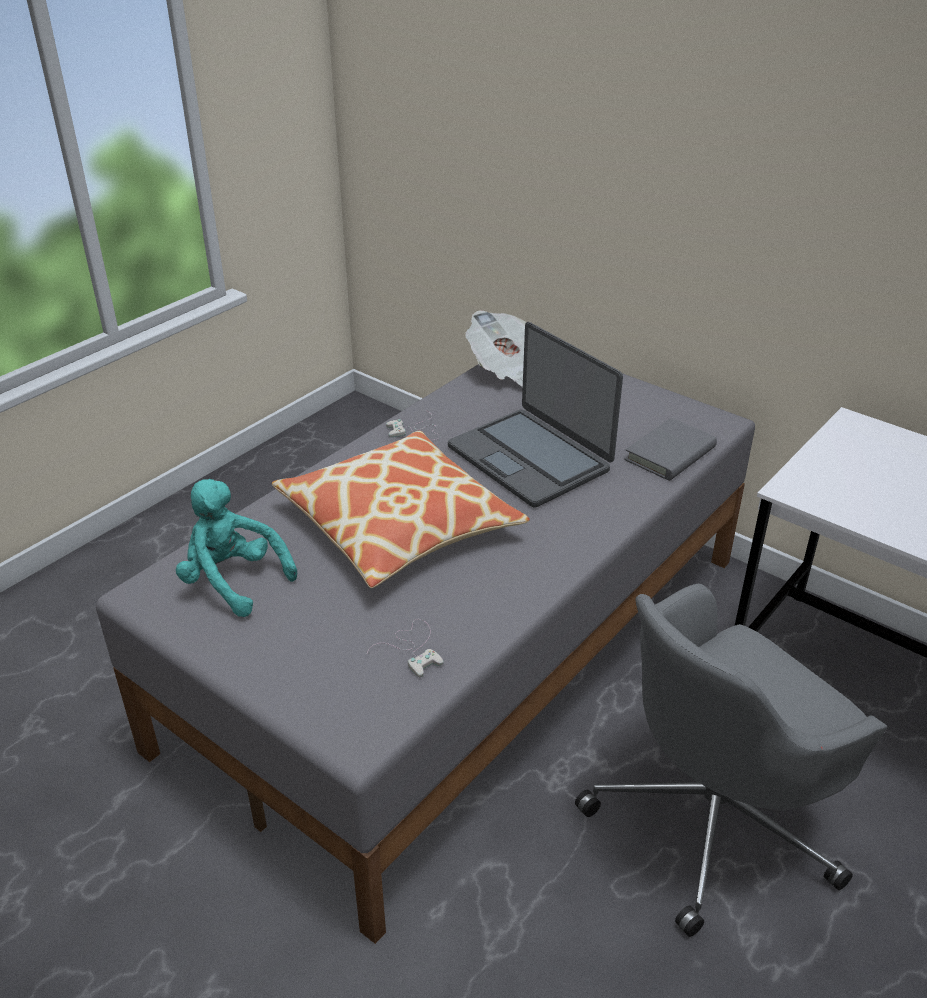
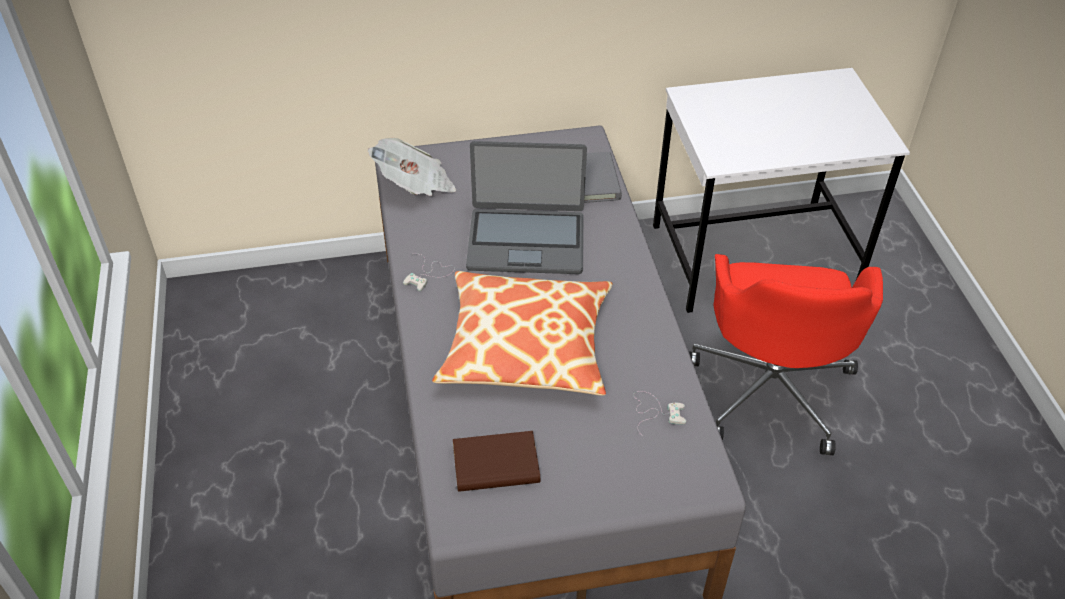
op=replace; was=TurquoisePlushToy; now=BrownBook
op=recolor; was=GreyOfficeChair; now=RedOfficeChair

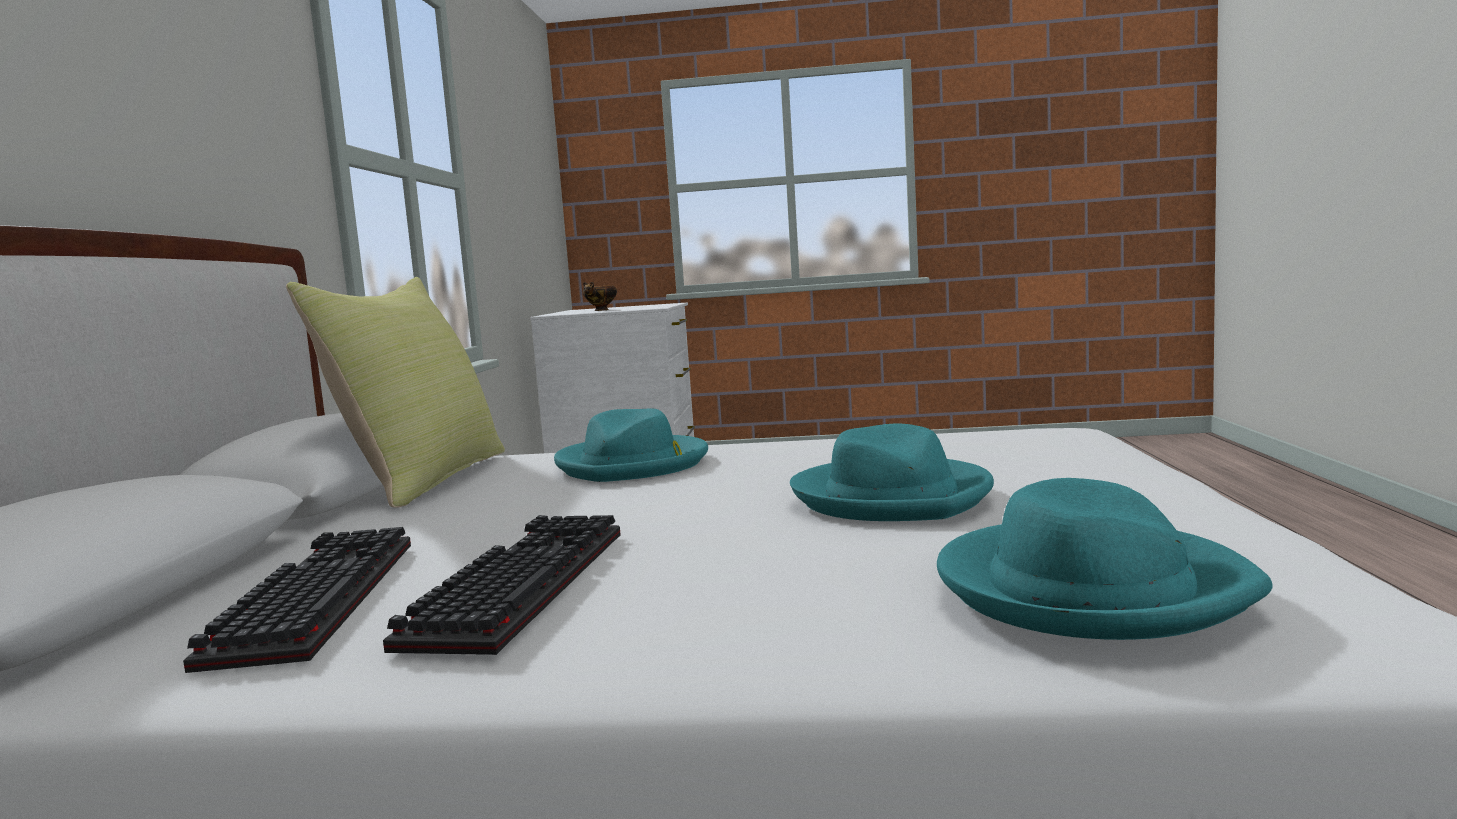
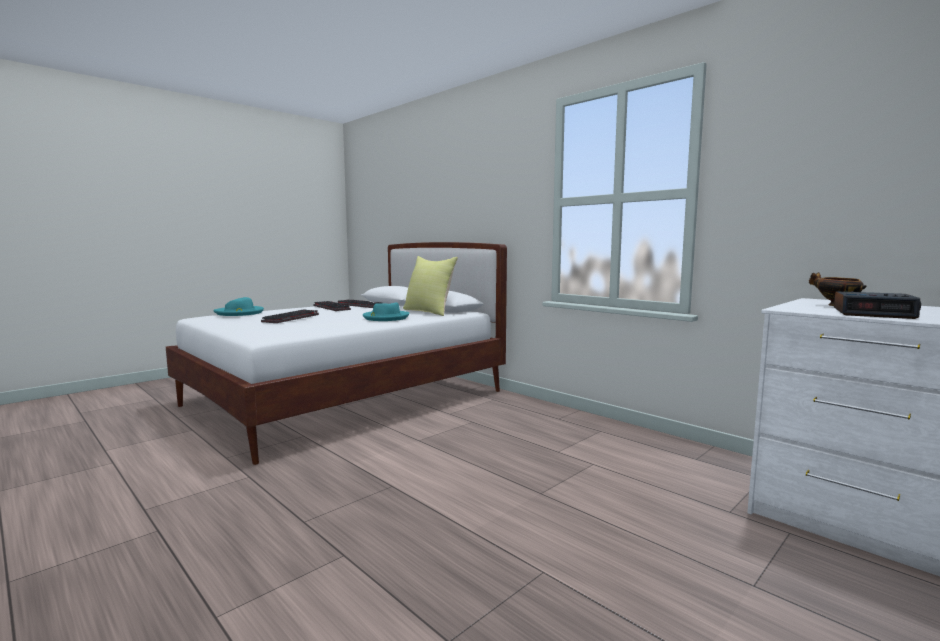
op=replace; was=TurquoiseHat (2nd from left); now=Keyboard (1st from left)
op=insert; now=AlarmClock

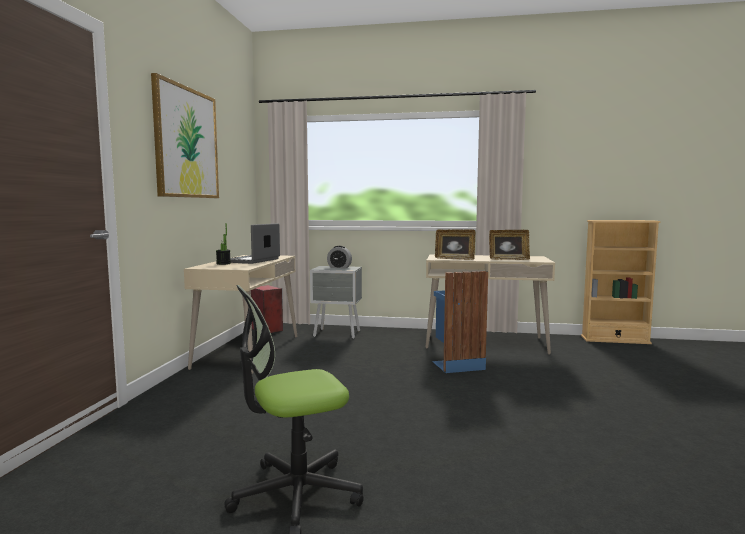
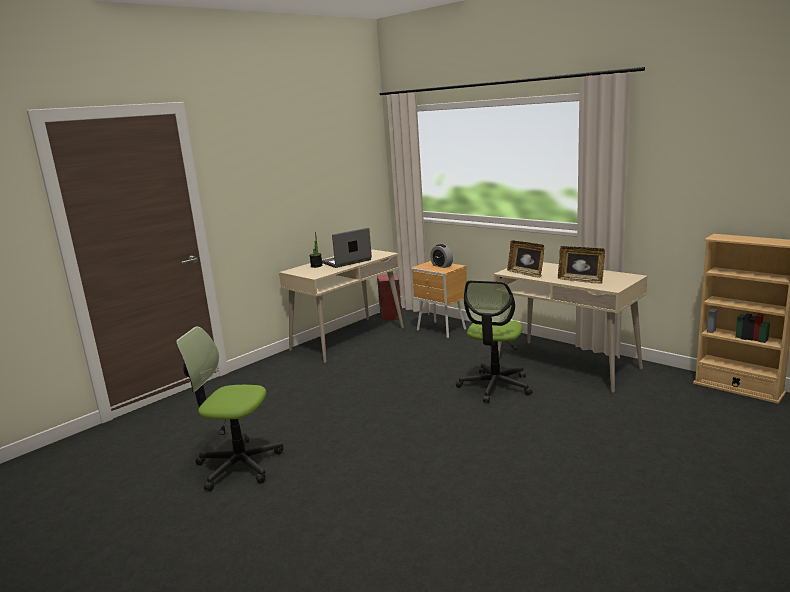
op=recolor; was=GreyNightstand; now=BrownNightstand
op=replace; was=BlueTrashCan; now=OfficeChair (2nd from left)
op=delete; was=Picture

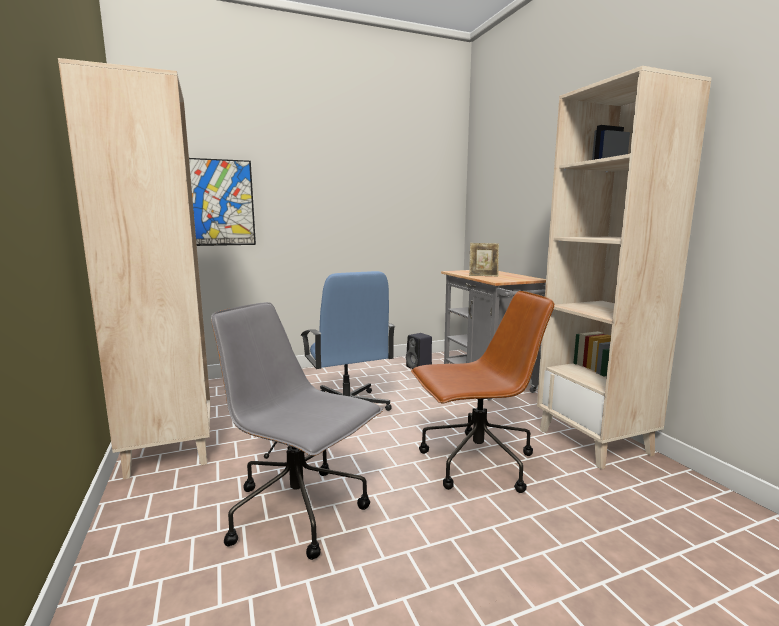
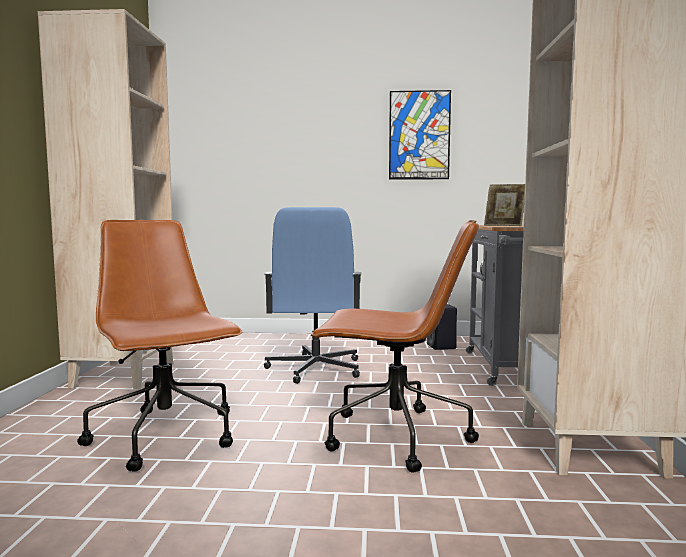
op=recolor; was=GreyOfficeChair; now=BrownOfficeChair (1st from left)
op=move; was=Picture

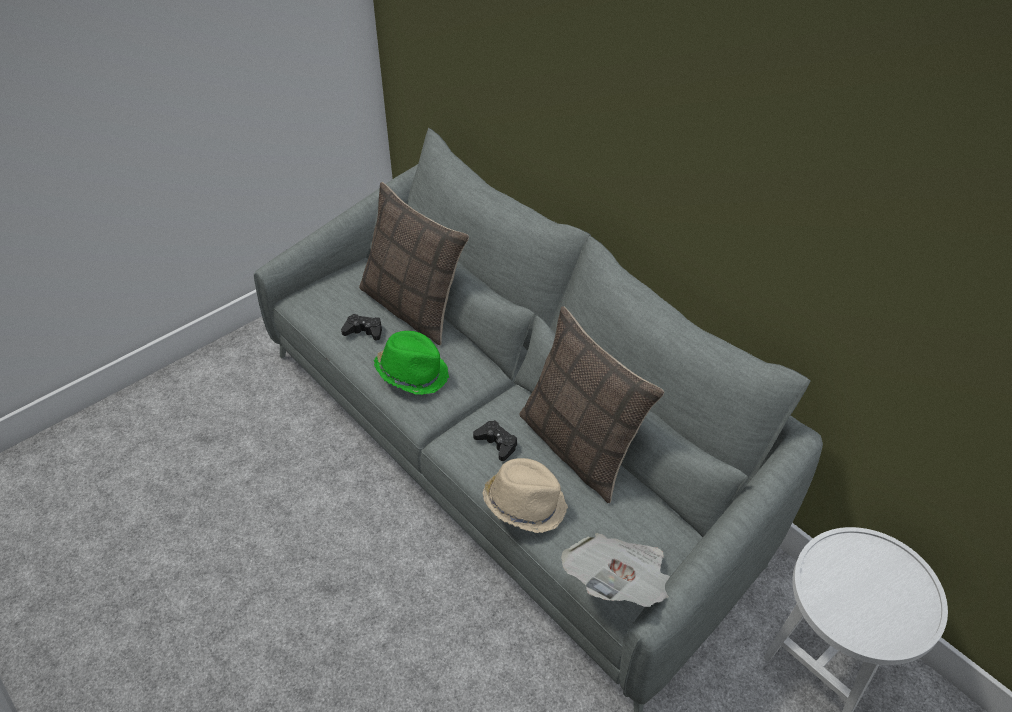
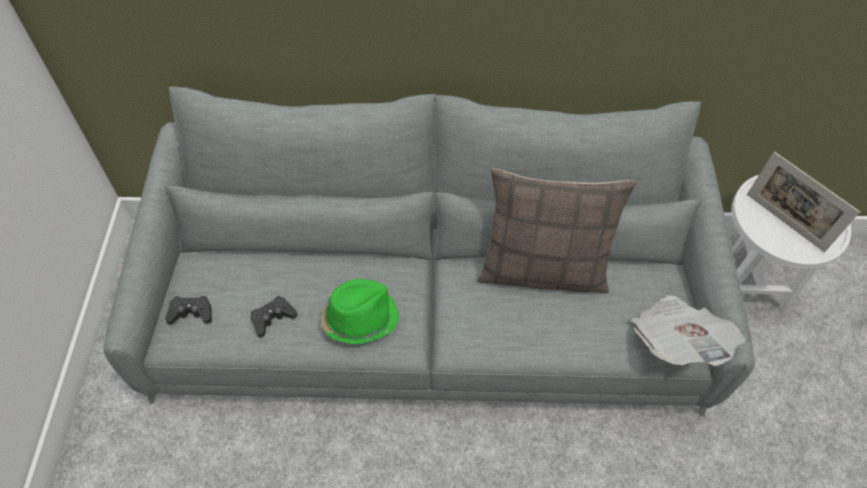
op=move; was=BlackGameController (2nd from left in the first image); now=BlackGameController (1st from left)
op=insert; now=PictureFrame
op=delete; was=Pillow (1st from left)
op=delete; was=BeigeHat

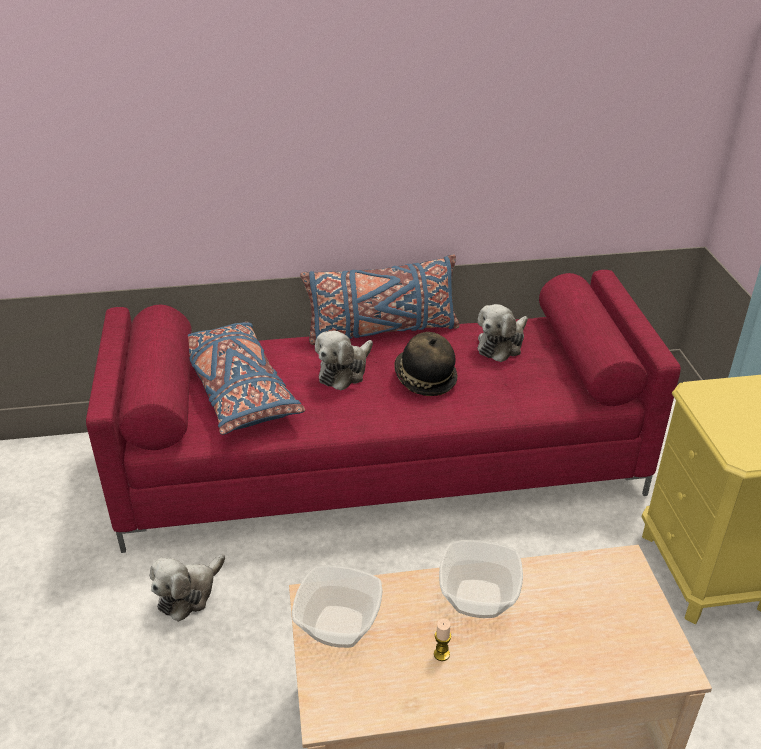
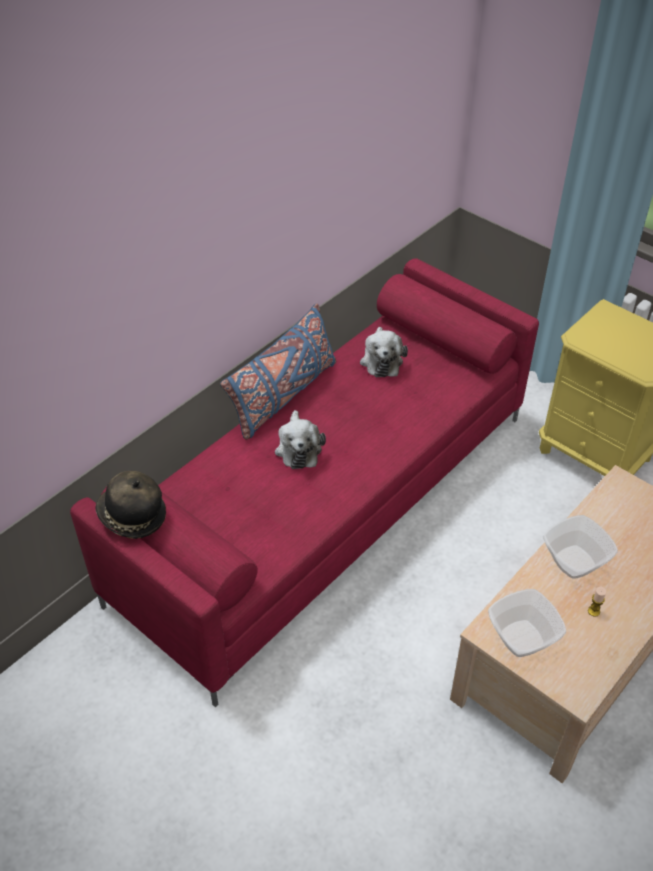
op=move; was=Hat
op=delete; was=PlushToy (1st from left)
op=delete; was=BluePillow (1st from left)

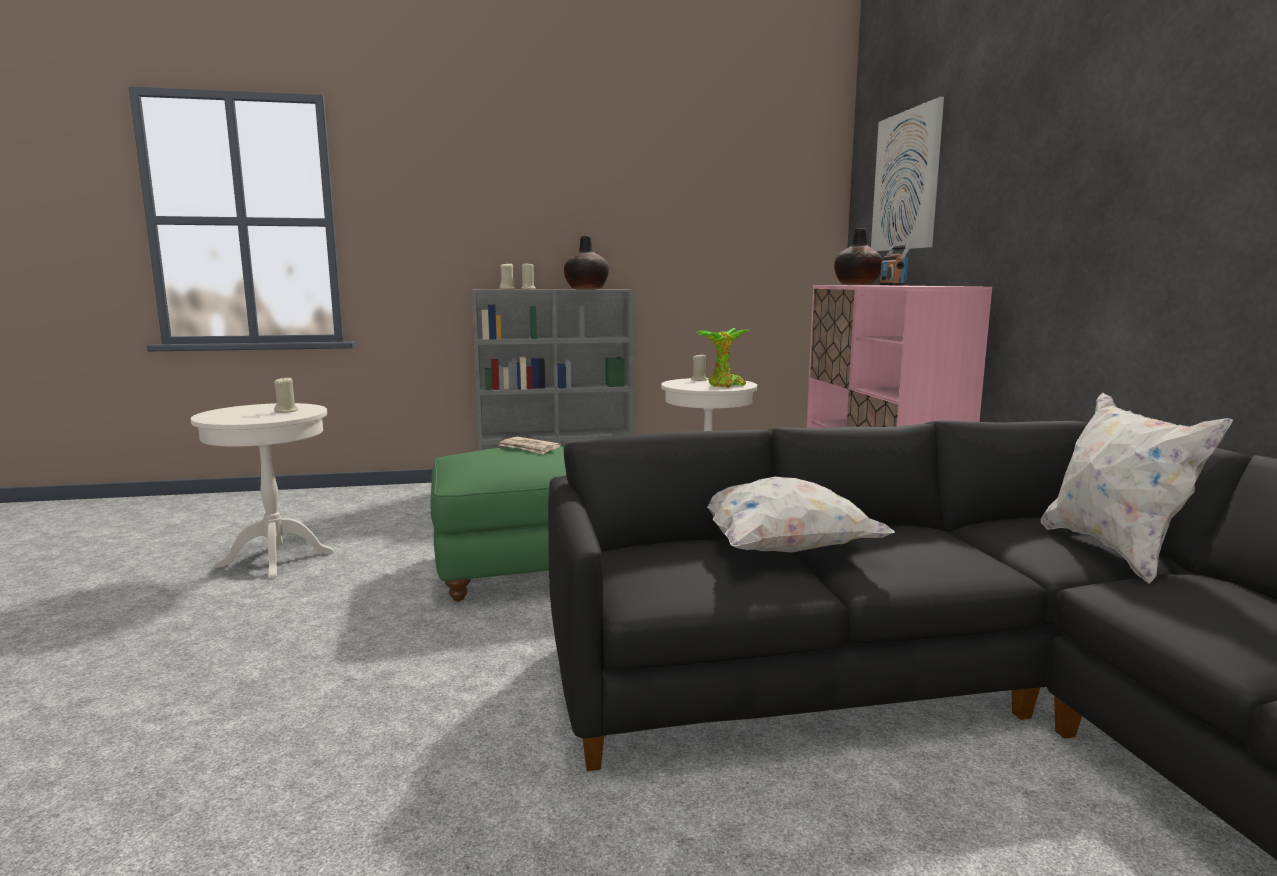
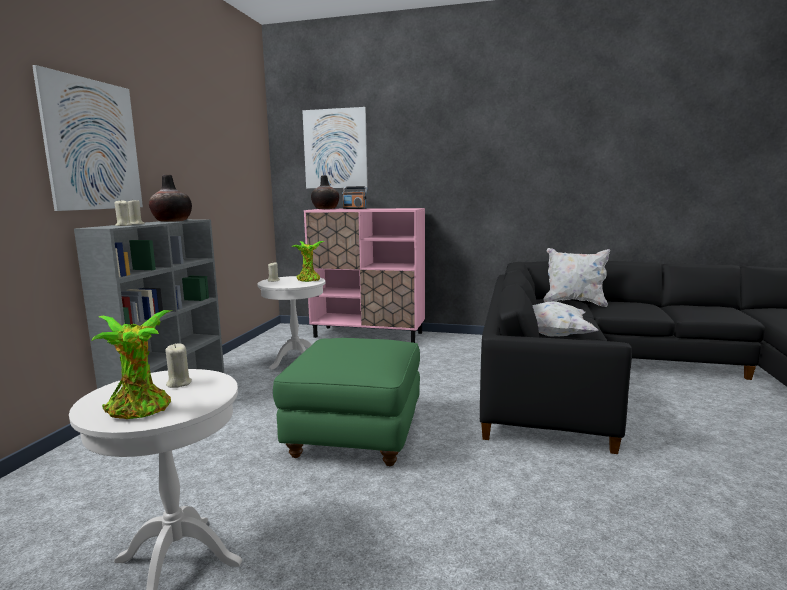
op=insert; now=Picture (1st from left)
op=insert; now=PottedPlant (1st from left)
op=delete; was=Newspaper

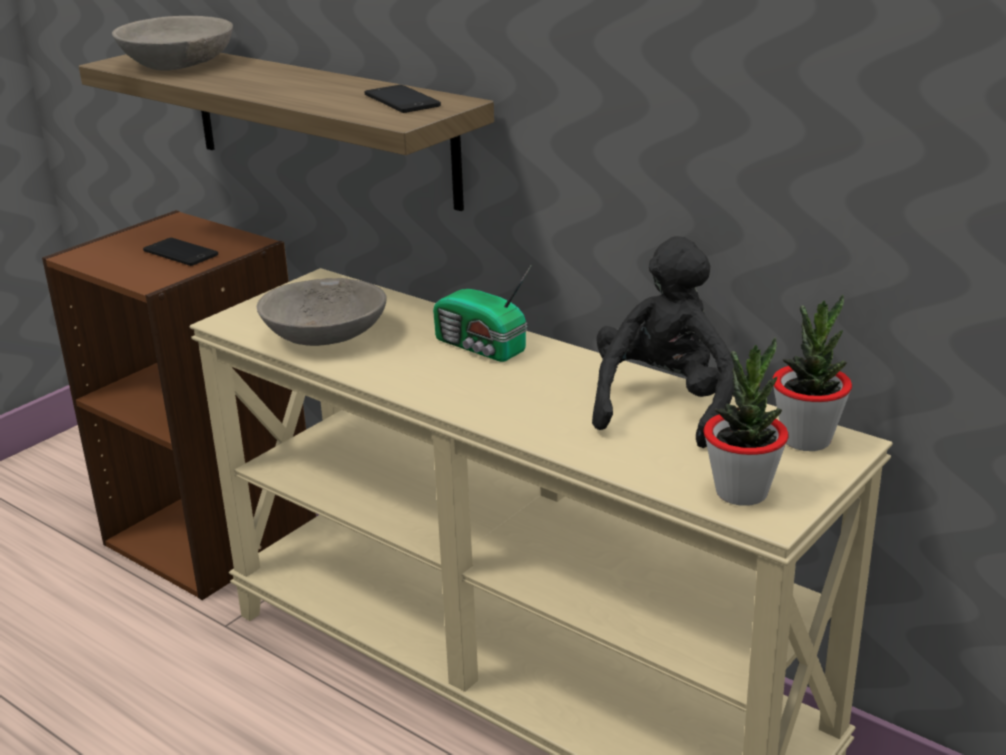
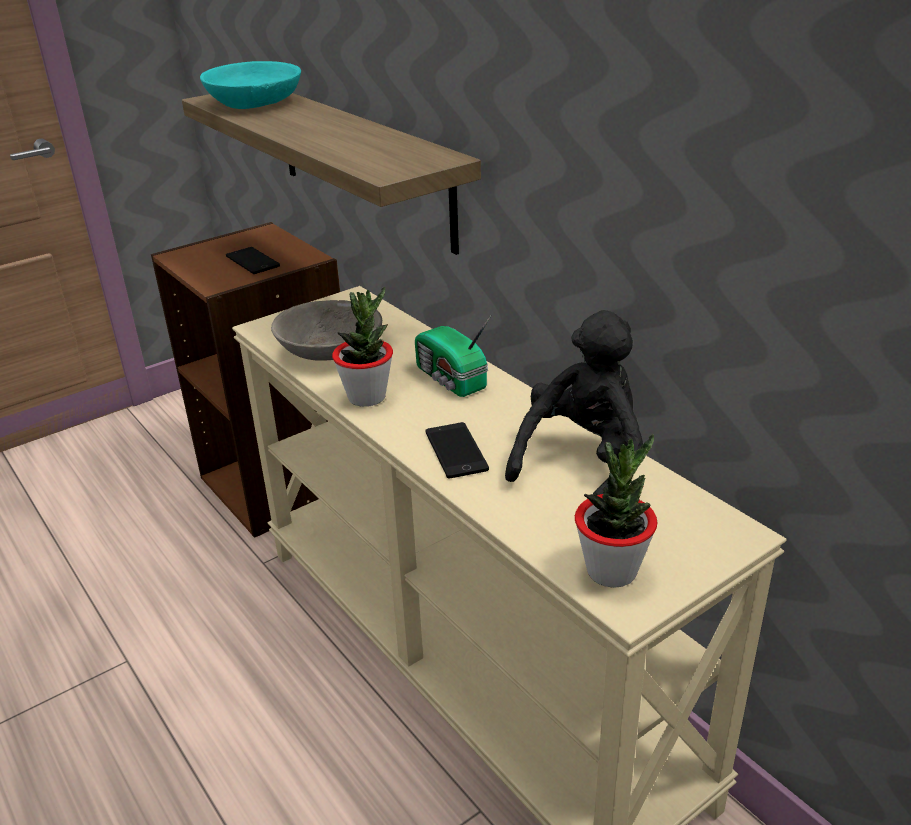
op=recolor; was=GreyBowl (1st from left); now=TurquoiseBowl
op=move; was=PottedPlant (2nd from left in the first image); now=PottedPlant (1st from left)
op=move; was=Phone (2nd from left)

